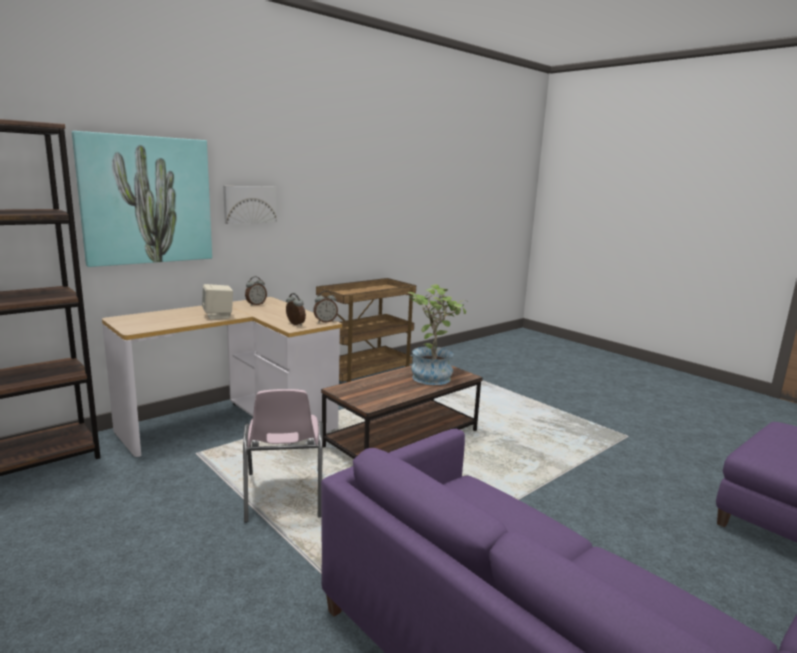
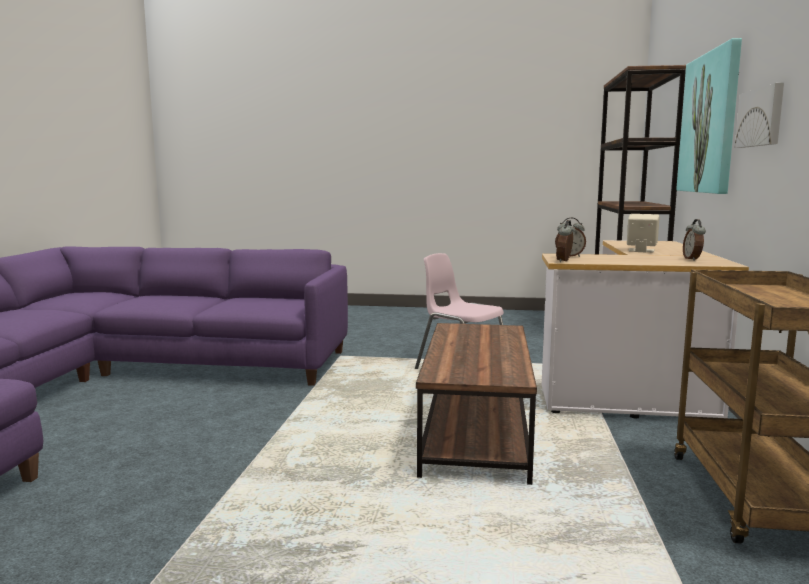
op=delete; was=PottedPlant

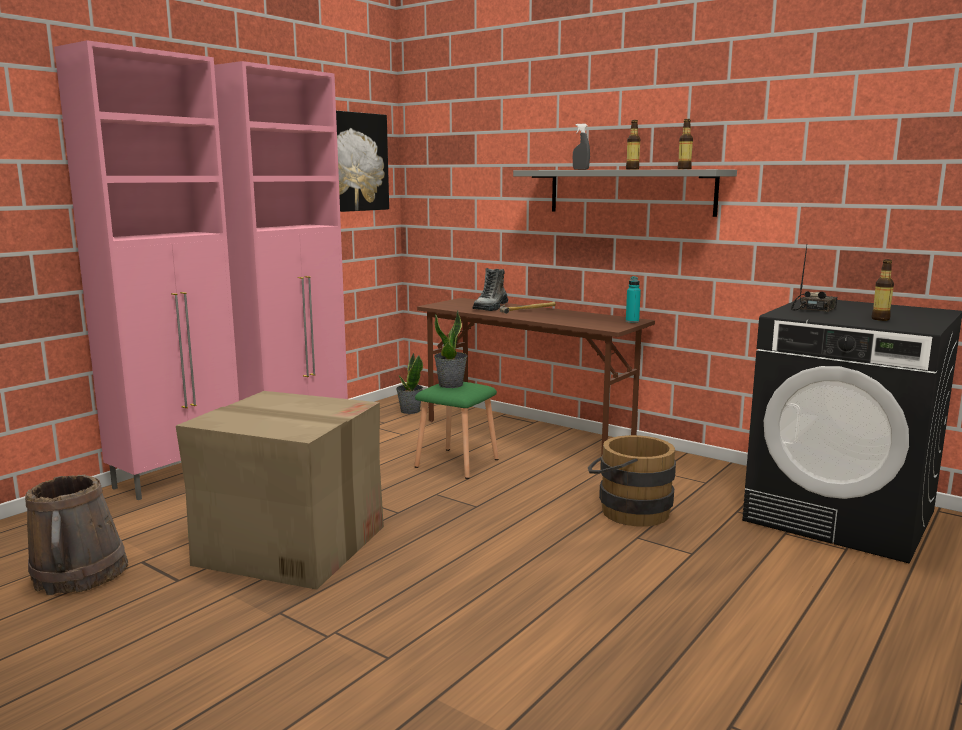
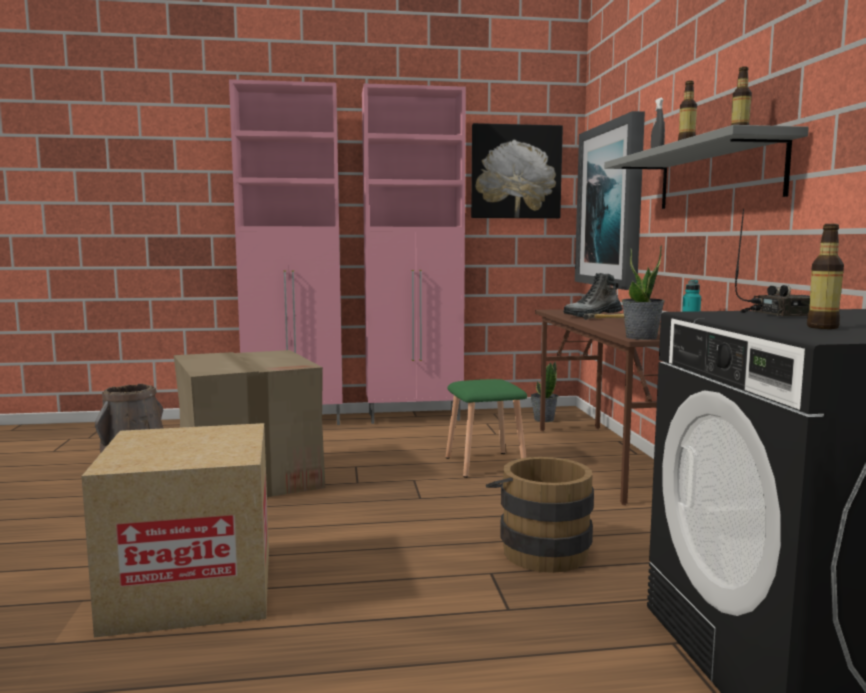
op=insert; now=CardboardBox (1st from left)
op=insert; now=Picture (2nd from left)
op=move; was=PottedPlant (2nd from left)

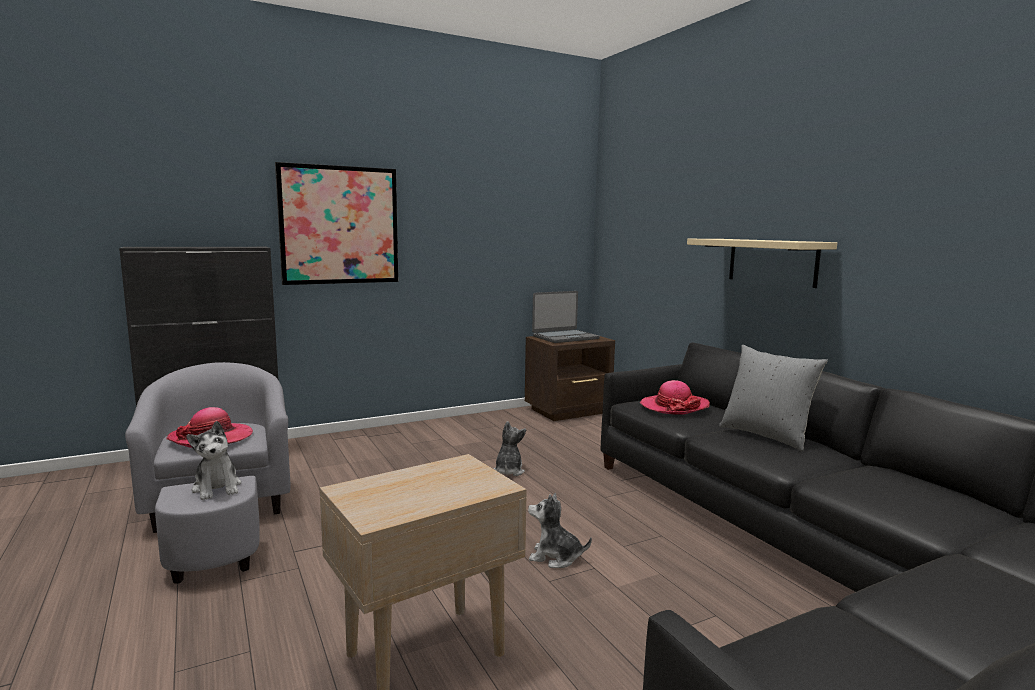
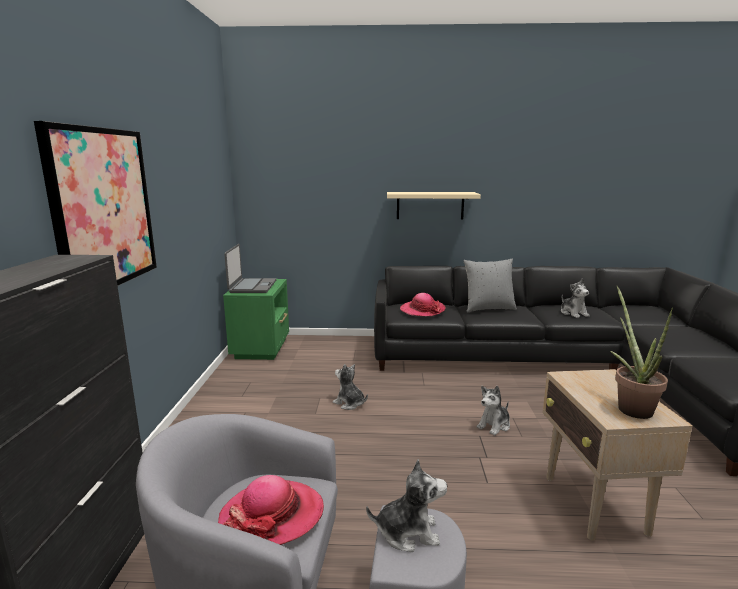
op=recolor; was=BrownNightstand; now=GreenNightstand
op=insert; now=PlushToy (4th from left)
op=insert; now=PottedPlant

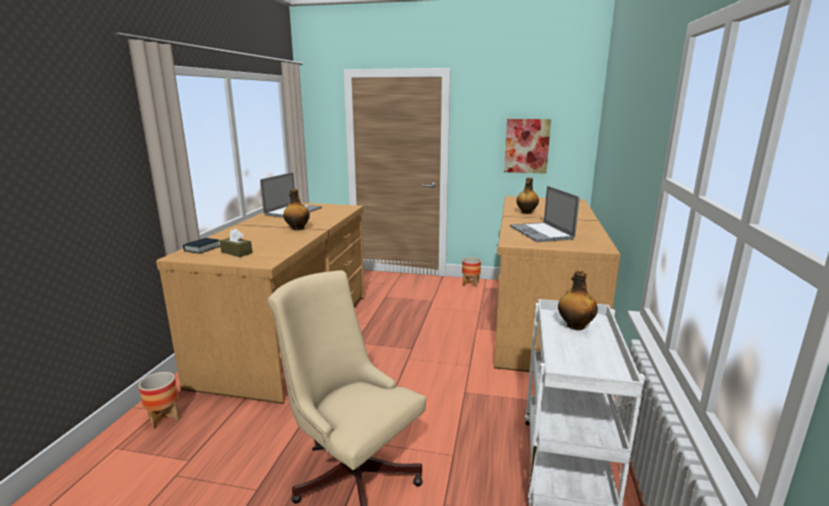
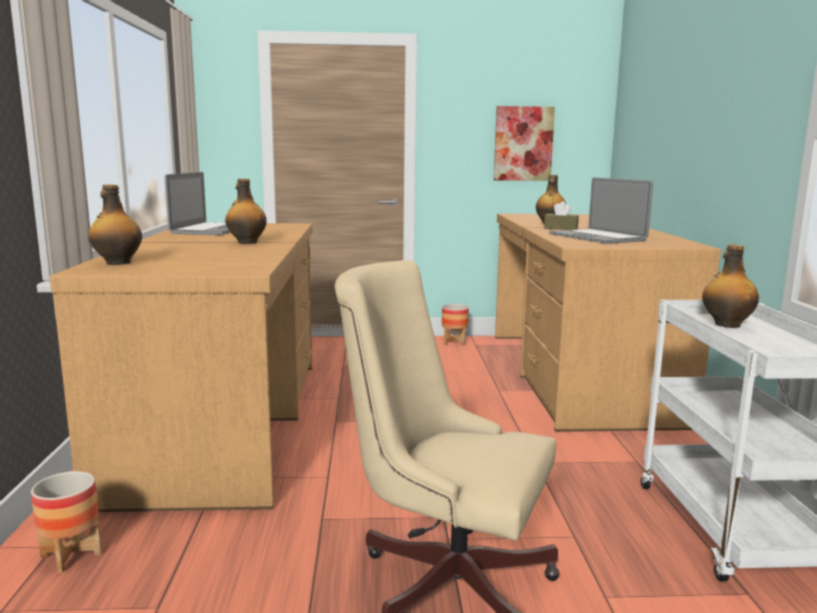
op=replace; was=Book; now=Bottle (1st from left)
op=move; was=BrownTissueBox

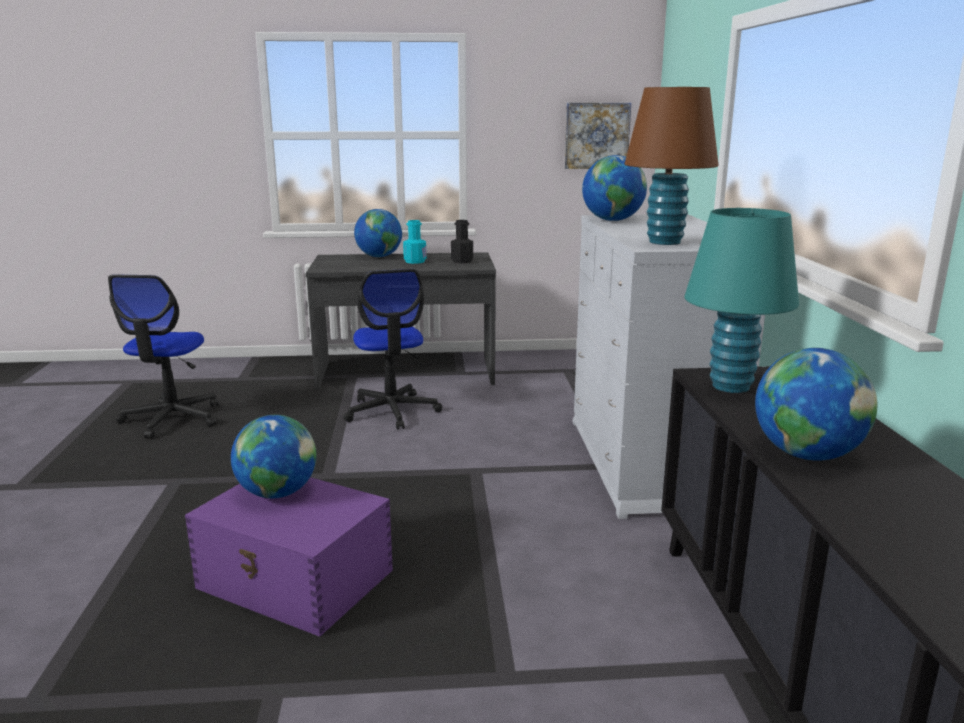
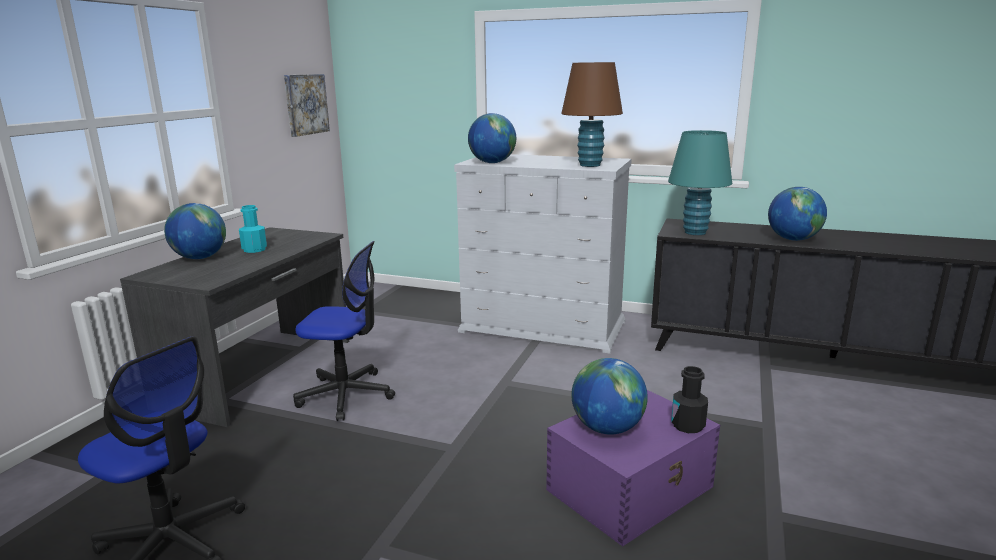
op=move; was=BlackBottle

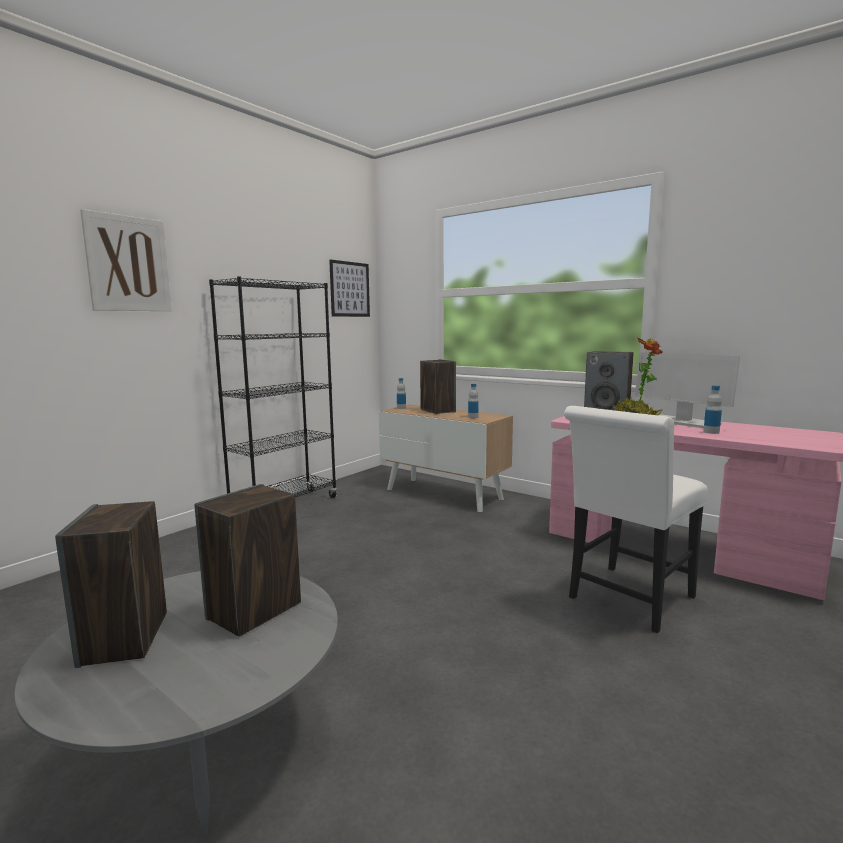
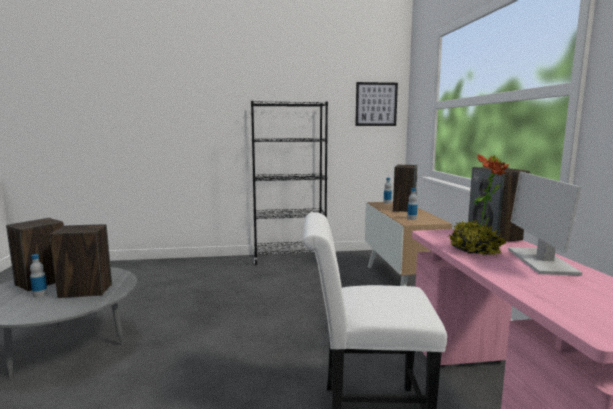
op=move; was=Bottle (3rd from left in the first image); now=Bottle (1st from left)
op=delete; was=Picture (1st from left)

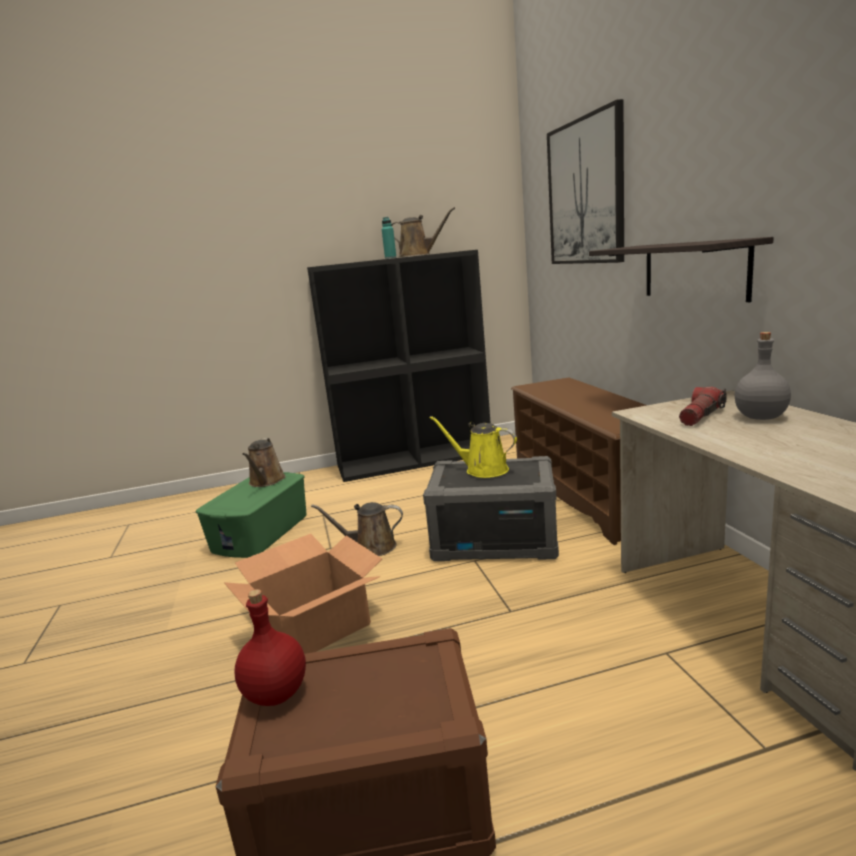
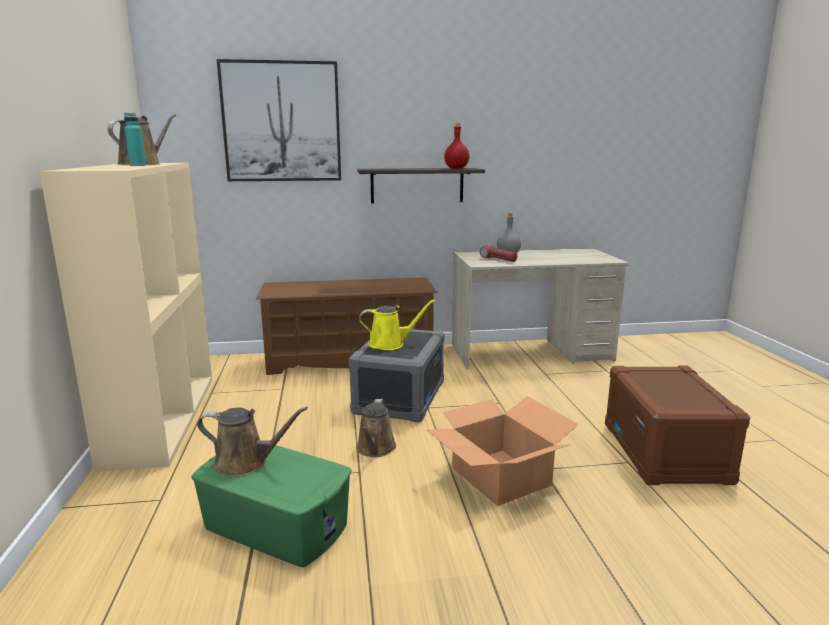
op=recolor; was=BlackBookcase; now=BeigeBookcase
op=rotate; was=YellowWateringCan; clockwise=-135
op=move; was=RedBottle

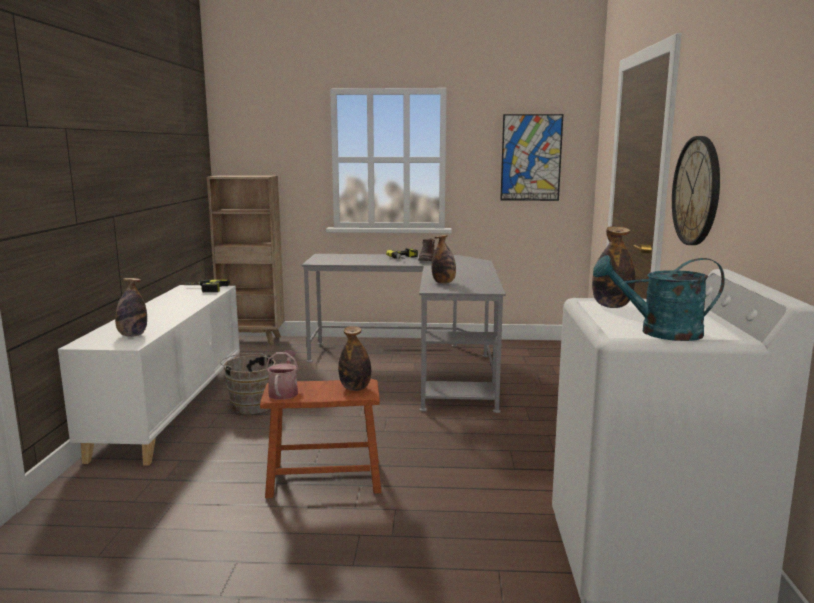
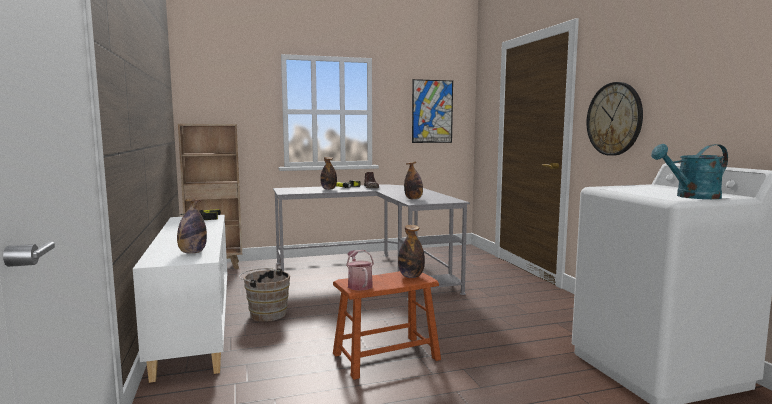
op=move; was=Bottle (4th from left in the first image); now=Bottle (2nd from left)

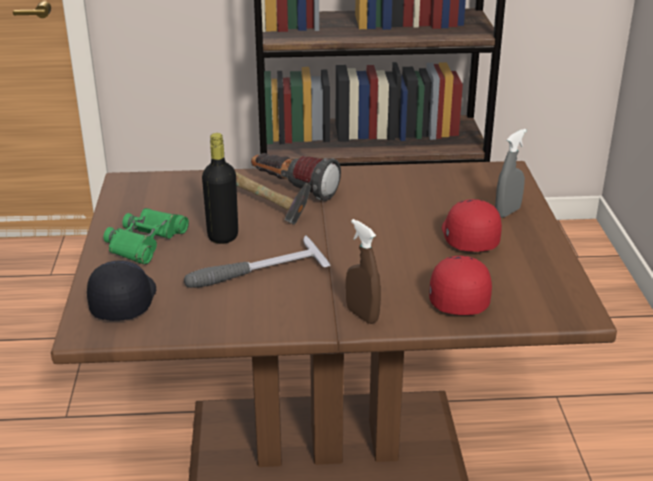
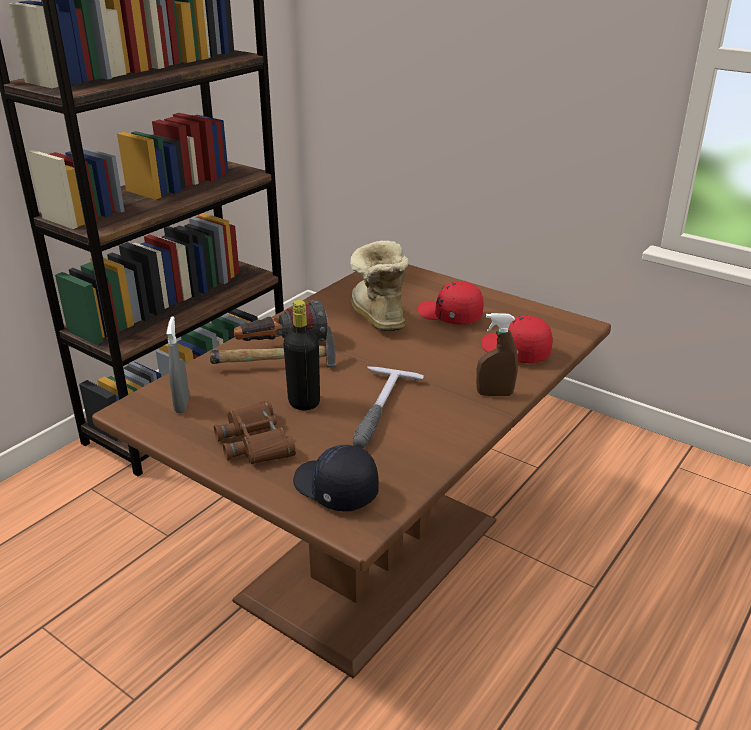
op=move; was=GreySprayBottle
op=recolor; was=GreenBinoculars; now=BrownBinoculars
op=insert; now=Boot

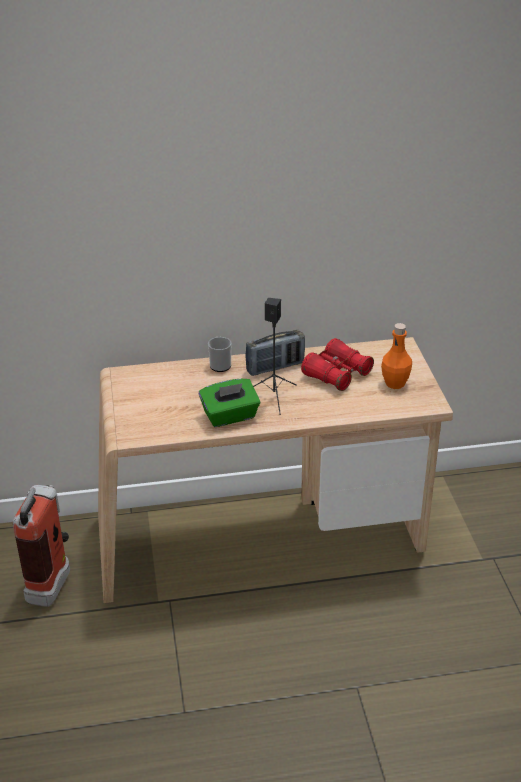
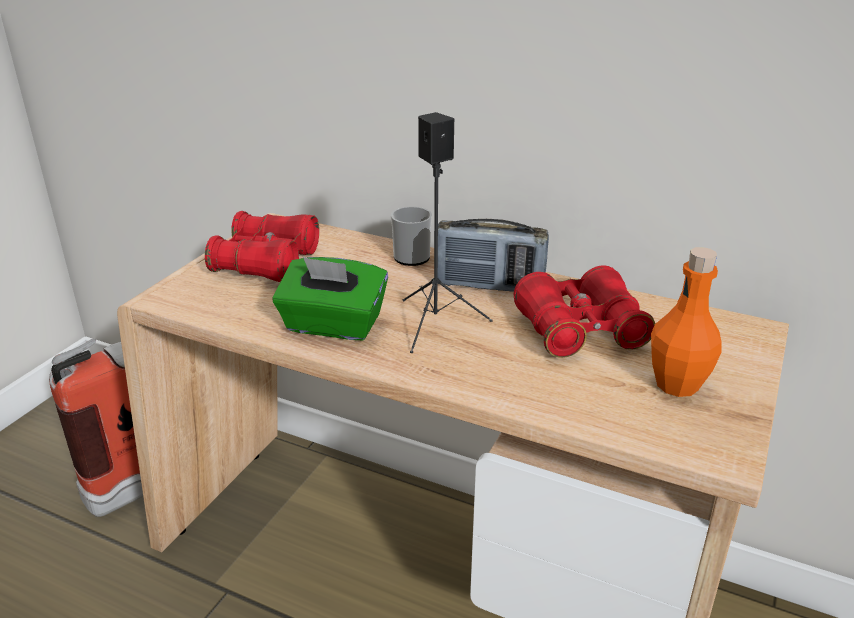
op=insert; now=RedBinoculars (1st from left)

